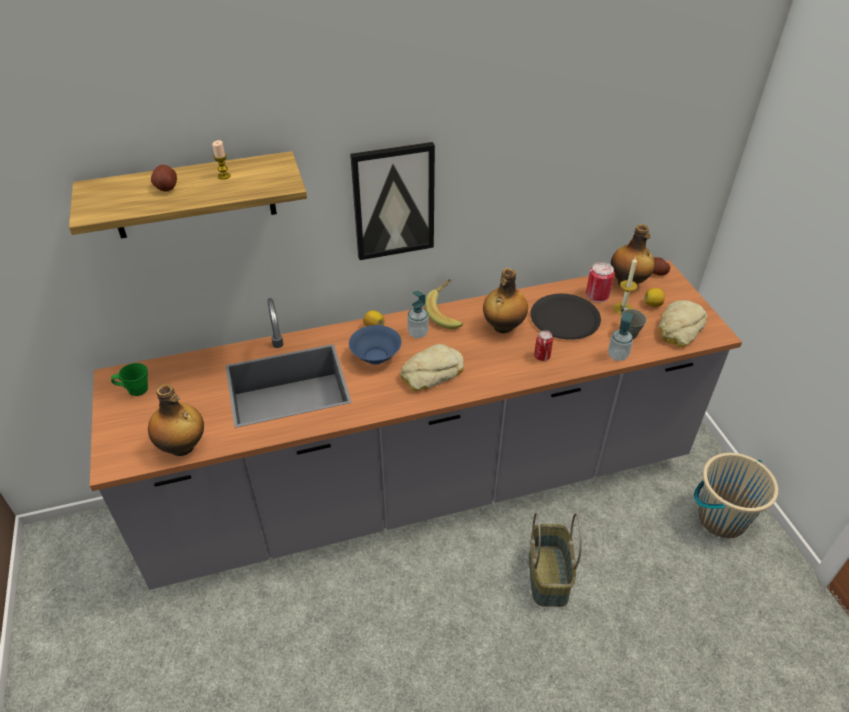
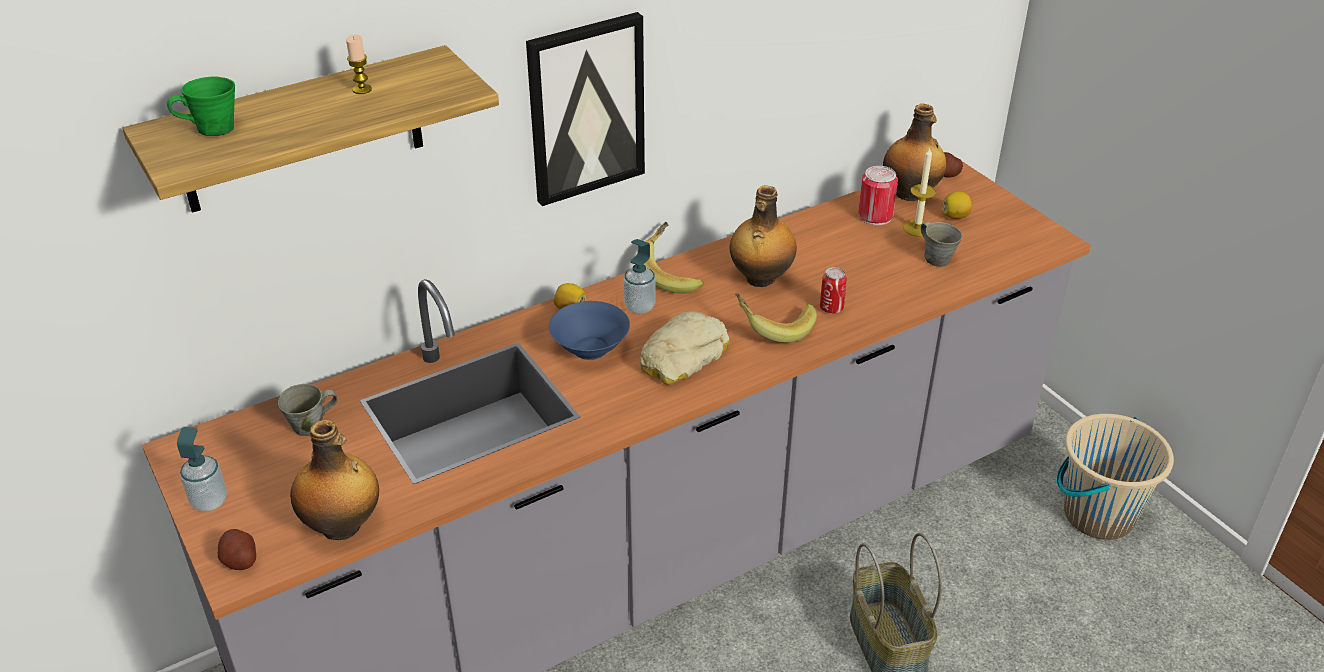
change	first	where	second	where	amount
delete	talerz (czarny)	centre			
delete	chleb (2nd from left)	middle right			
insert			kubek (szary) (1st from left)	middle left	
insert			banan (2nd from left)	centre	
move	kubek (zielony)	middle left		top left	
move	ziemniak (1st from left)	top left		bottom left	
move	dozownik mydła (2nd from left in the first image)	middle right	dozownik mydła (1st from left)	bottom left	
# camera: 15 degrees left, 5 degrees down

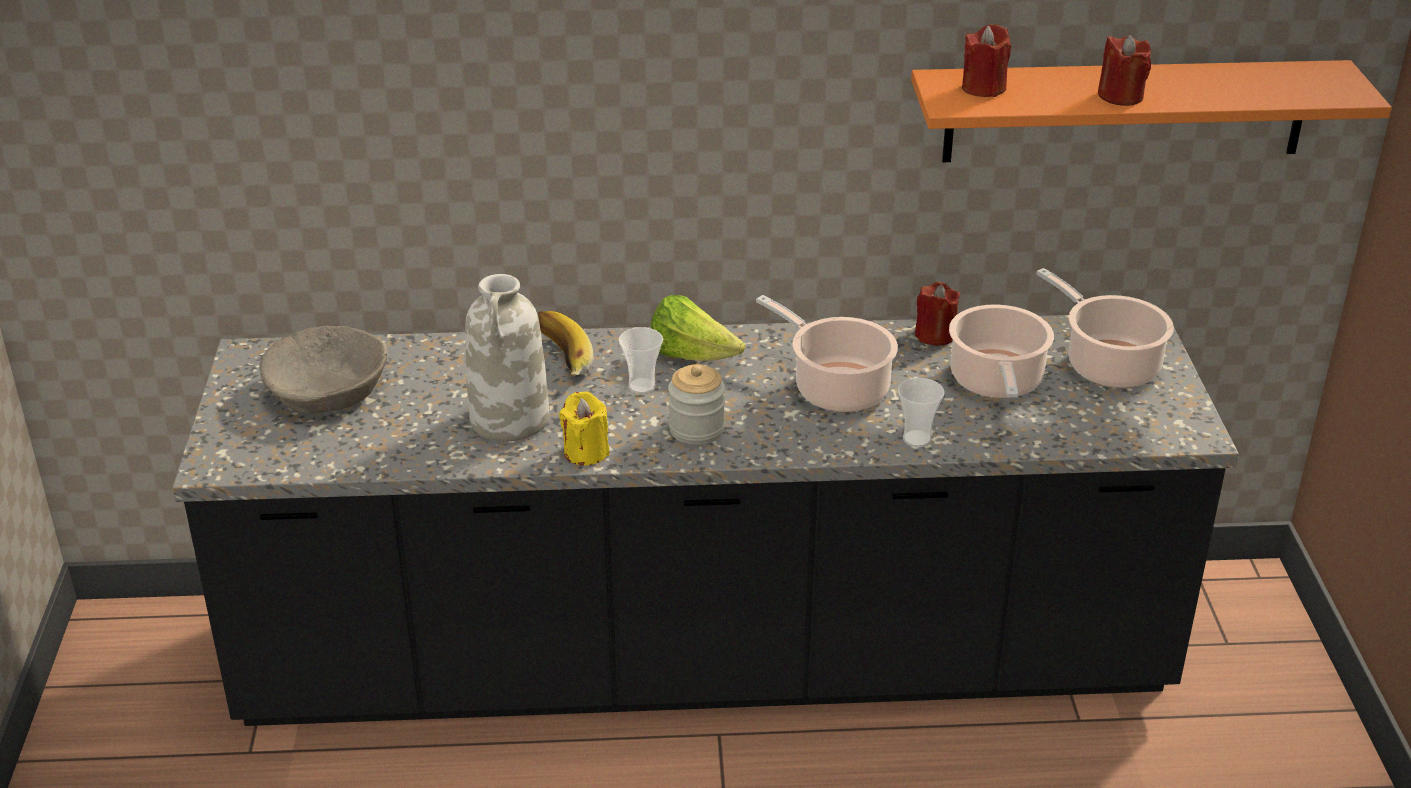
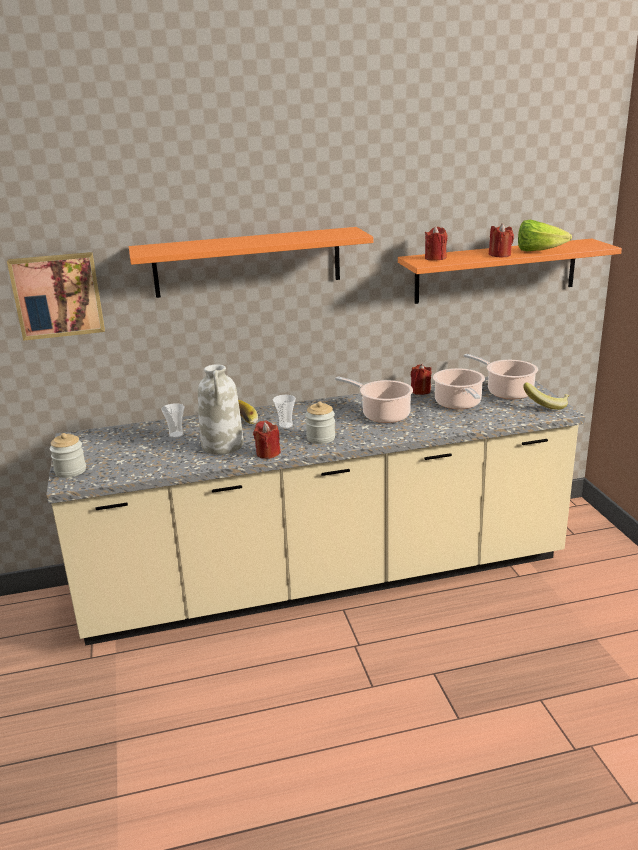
change	first	where	second	where	amount
delete	miska (beżowy)	middle left			
insert			obraz	middle left	
insert			słoik (1st from left)	middle left	
insert			półka (pomarańczowy) (1st from left)	top centre	
insert			banan (2nd from left)	middle right	
move	sałata	centre		top right	
move	filiżanka (2nd from left in the first image)	centre	filiżanka (1st from left)	middle left	
recolor	zabudowa kuchenna (czarny)	centre	zabudowa kuchenna (beżowy)	centre	
recolor	świeca (żółty)	centre	świeca (czerwony) (1st from left)	centre	
# camera: 10 degrees left, 10 degrees down

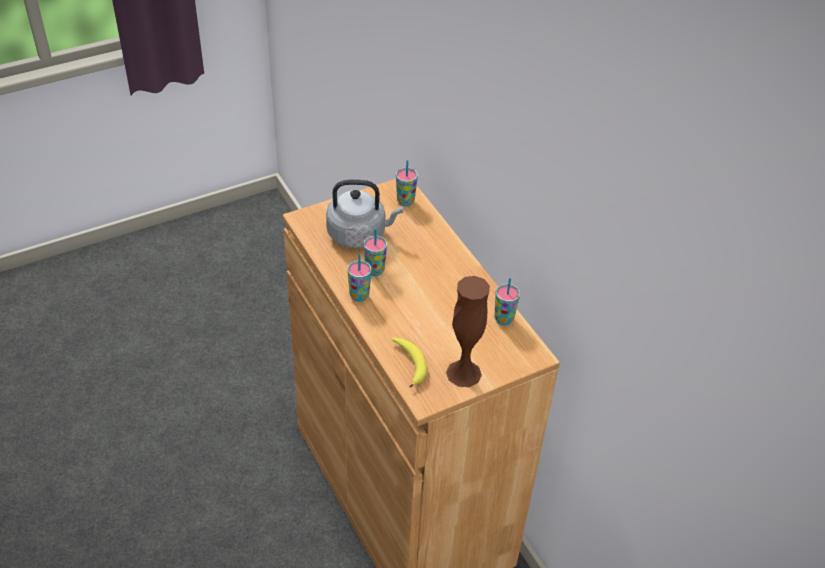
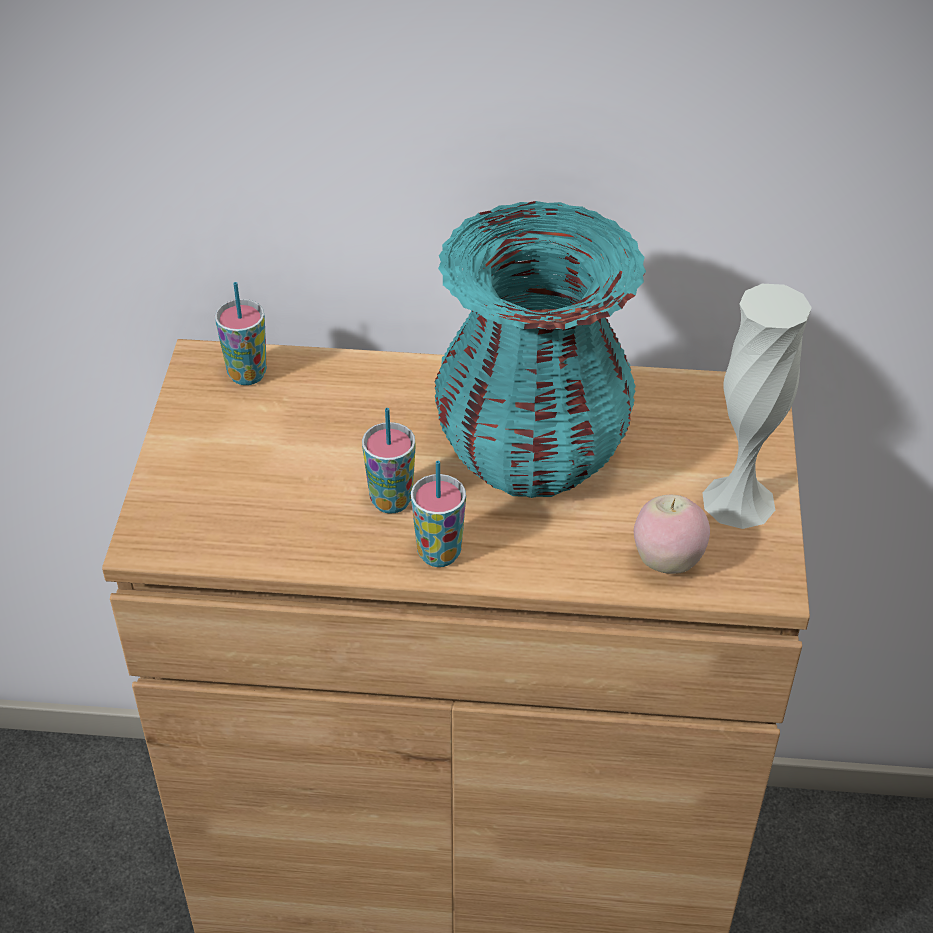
change	first	where	second	where	amount
delete	czajnik (szary)	centre			
delete	filiżanka (4th from left)	centre			
insert			wazon (turkusowy)	centre	
replace	banan	centre	jabłko	middle right	
recolor	wazon (brązowy)	centre	wazon (biały)	middle right	
# camera: 55 degrees left, 0 degrees up

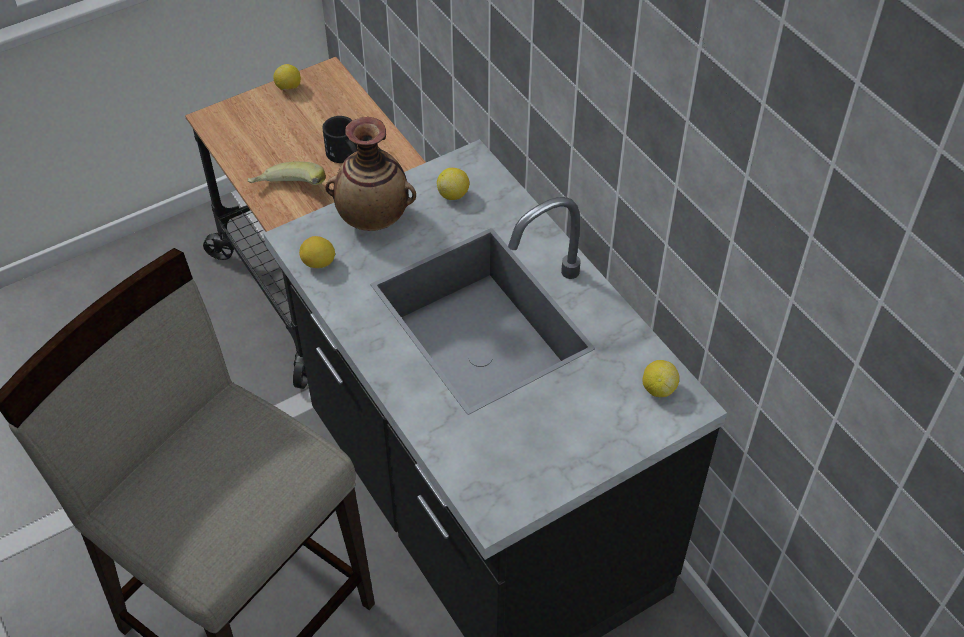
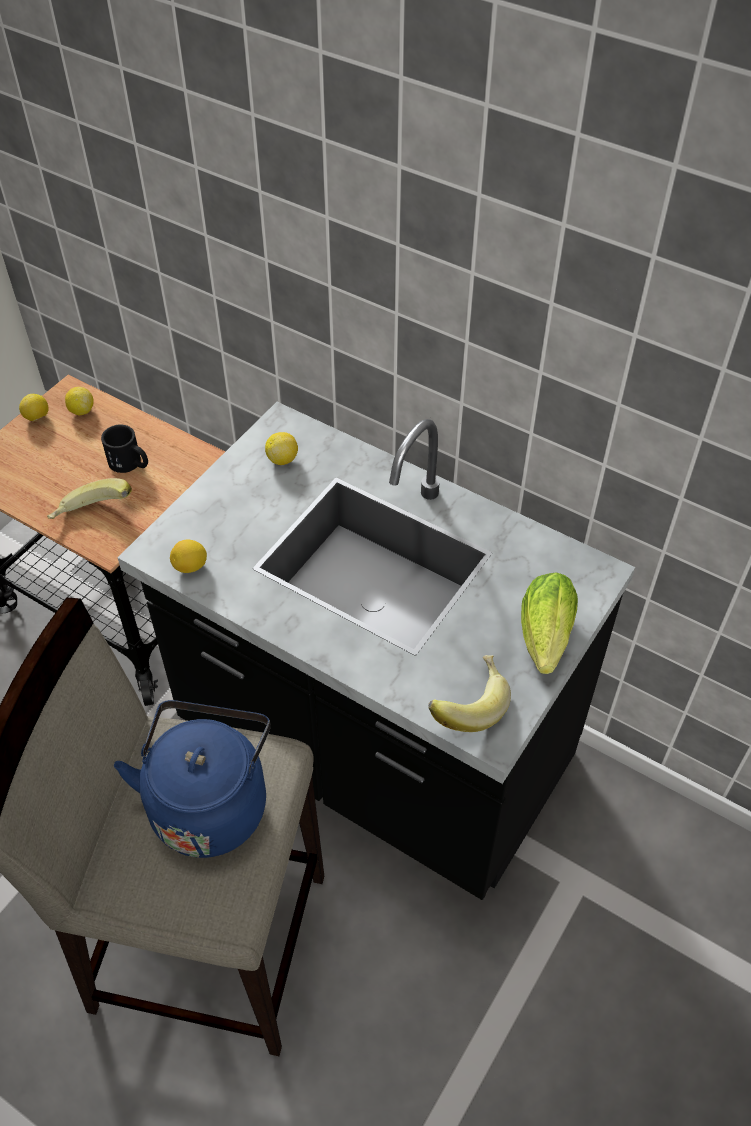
change	first	where	second	where	amount
delete	wazon	top centre			
insert			czajnik (niebieski)	bottom left	
insert			banan (2nd from left)	centre	
insert			sałata	middle right	
move	cytryna (4th from left in the first image)	middle right	cytryna (2nd from left)	middle left	
# camera: 25 degrees left, 0 degrees up

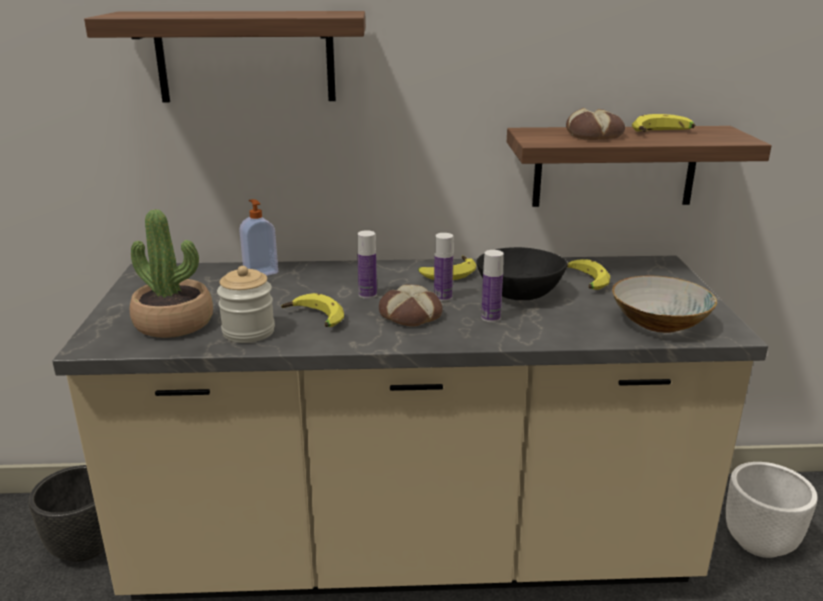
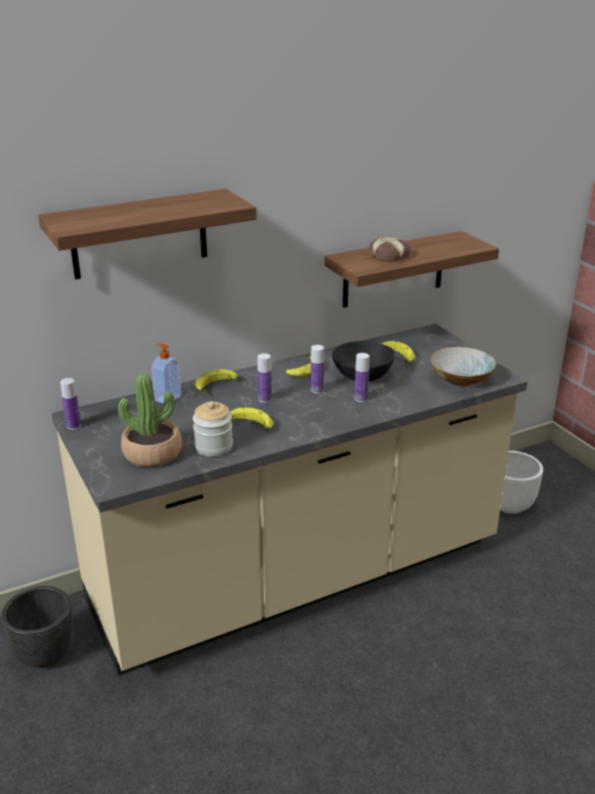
change	first	where	second	where	amount
delete	chleb (1st from left)	centre			
insert			butelka (1st from left)	middle left	
move	banan (4th from left in the first image)	top right	banan (1st from left)	centre	
# camera: 25 degrees left, 5 degrees up

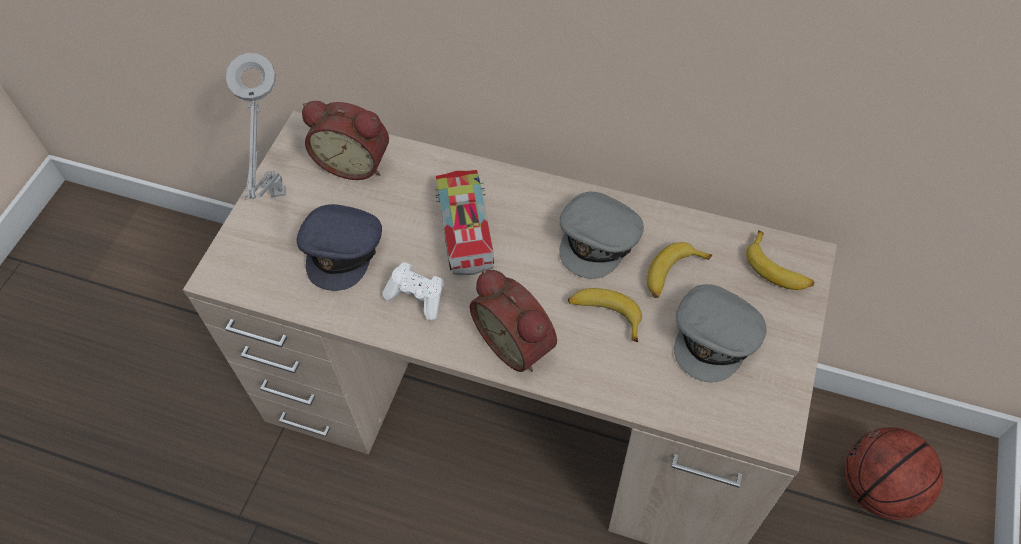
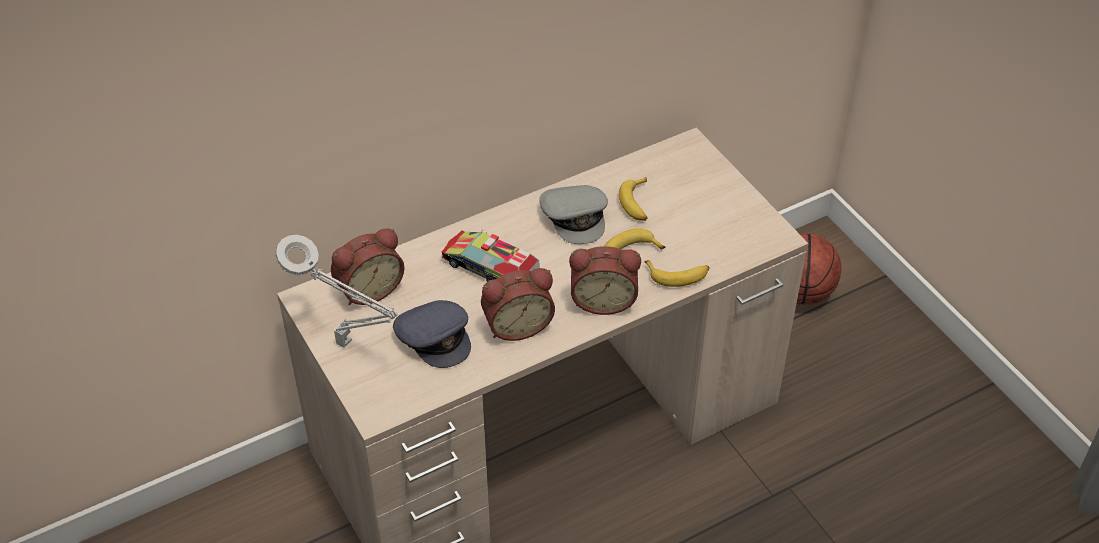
change	first	where	second	where	amount
delete	czapka z daszkiem (szary) (3rd from left)	middle right			
move	banan (3rd from left)	middle right		centre	
replace	pad do gier (biały)	centre	budzik (2nd from left)	centre	
# camera: 50 degrees left, 10 degrees down

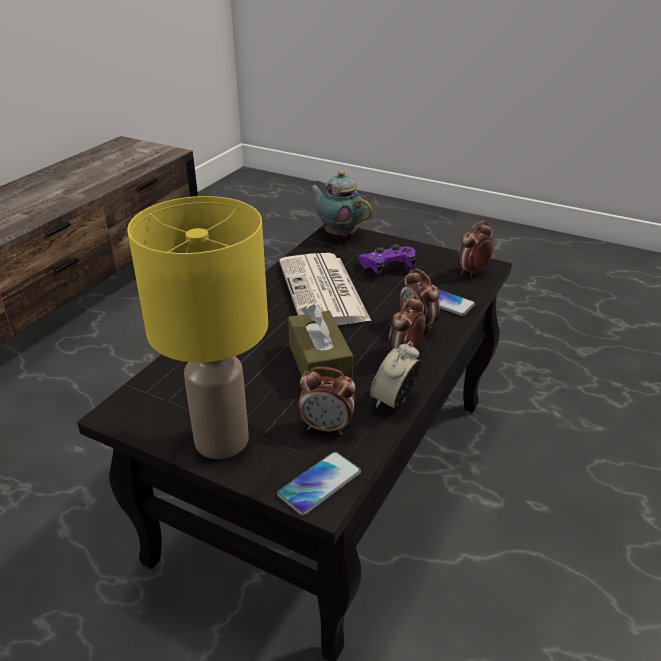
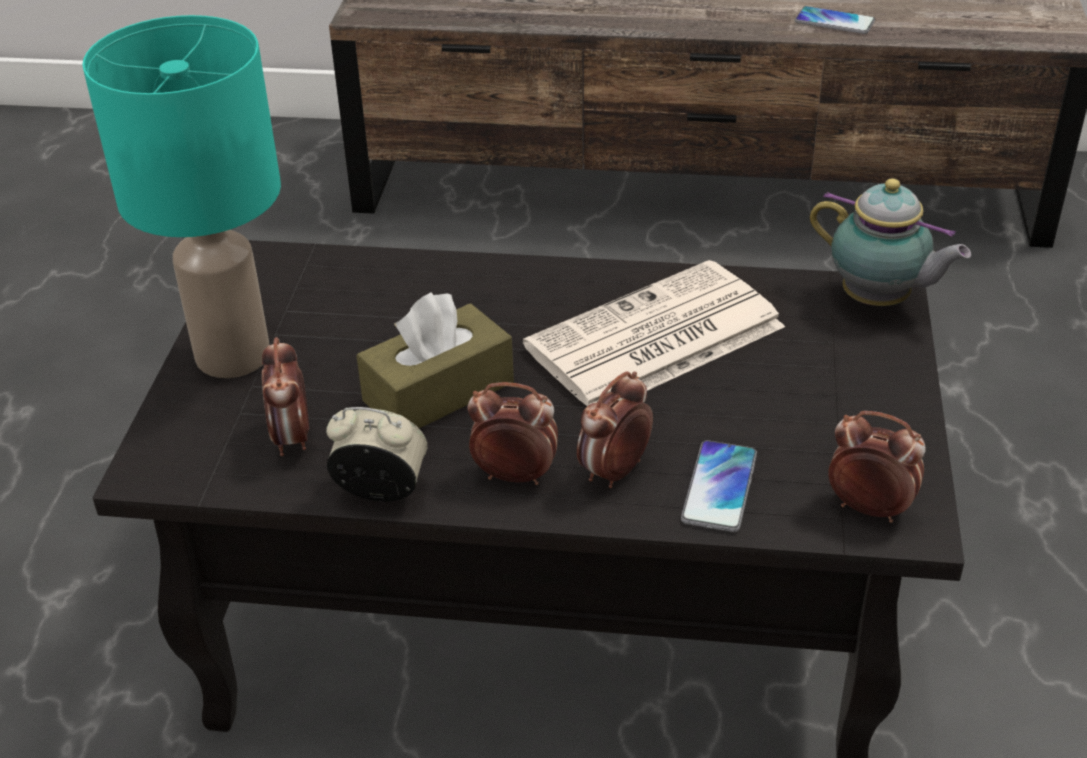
change	first	where	second	where	amount
delete	pad do gier (fioletowy)	centre			
move	telefon (1st from left in the first image)	bottom centre	telefon (2nd from left)	top right	
recolor	lampa stołowa (żółty)	middle left	lampa stołowa (turkusowy)	top left	
rotate	imbryk	top centre		top right	105 degrees clockwise
# camera: 70 degrees right, 5 degrees up

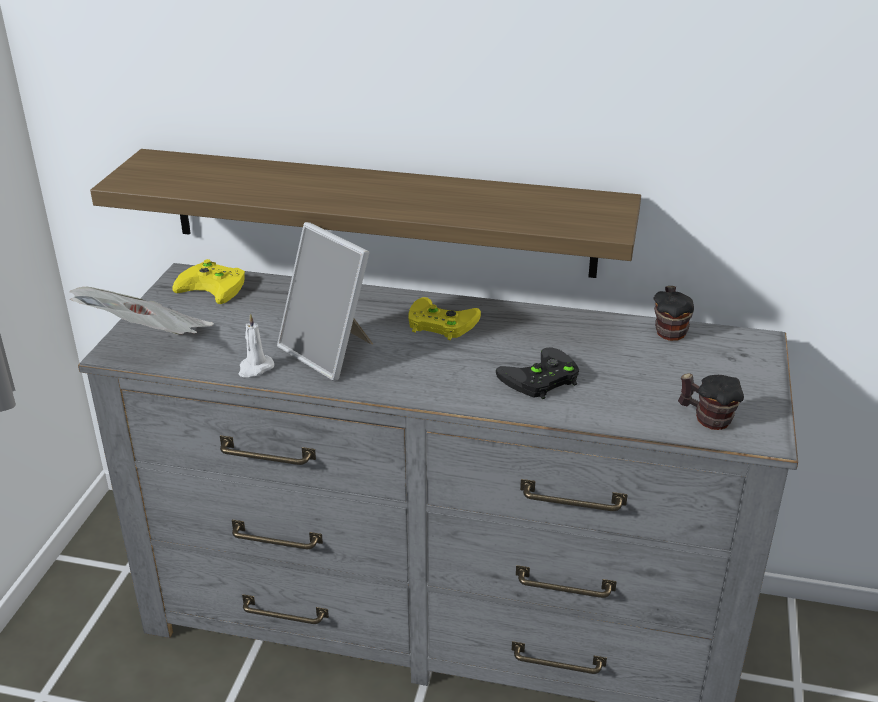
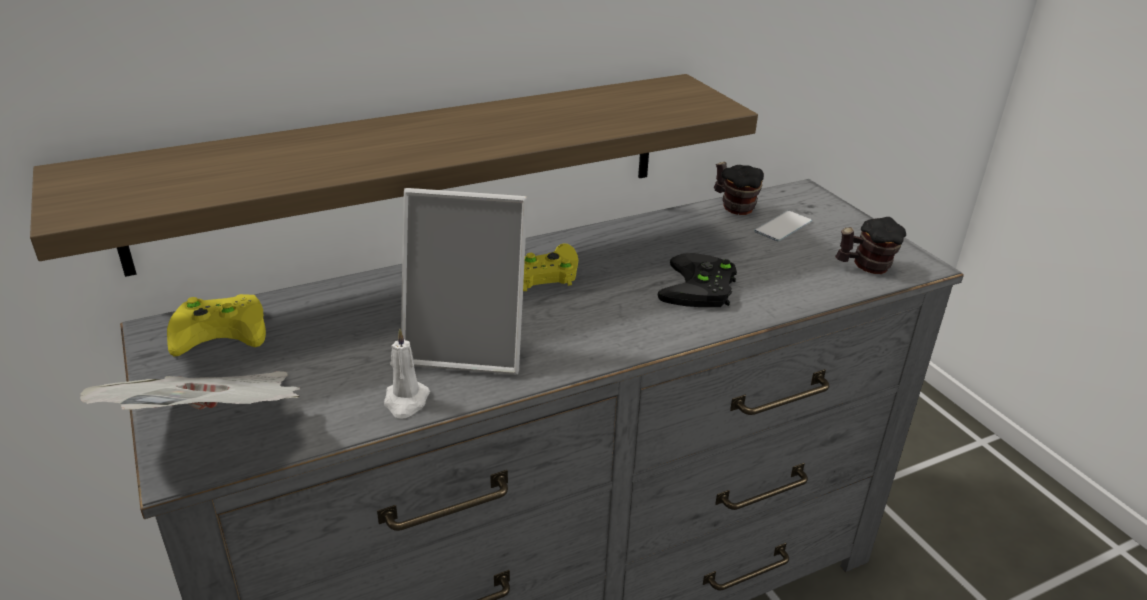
change	first	where	second	where	amount
insert			telefon	middle right	
# camera: 40 degrees left, 0 degrees up

